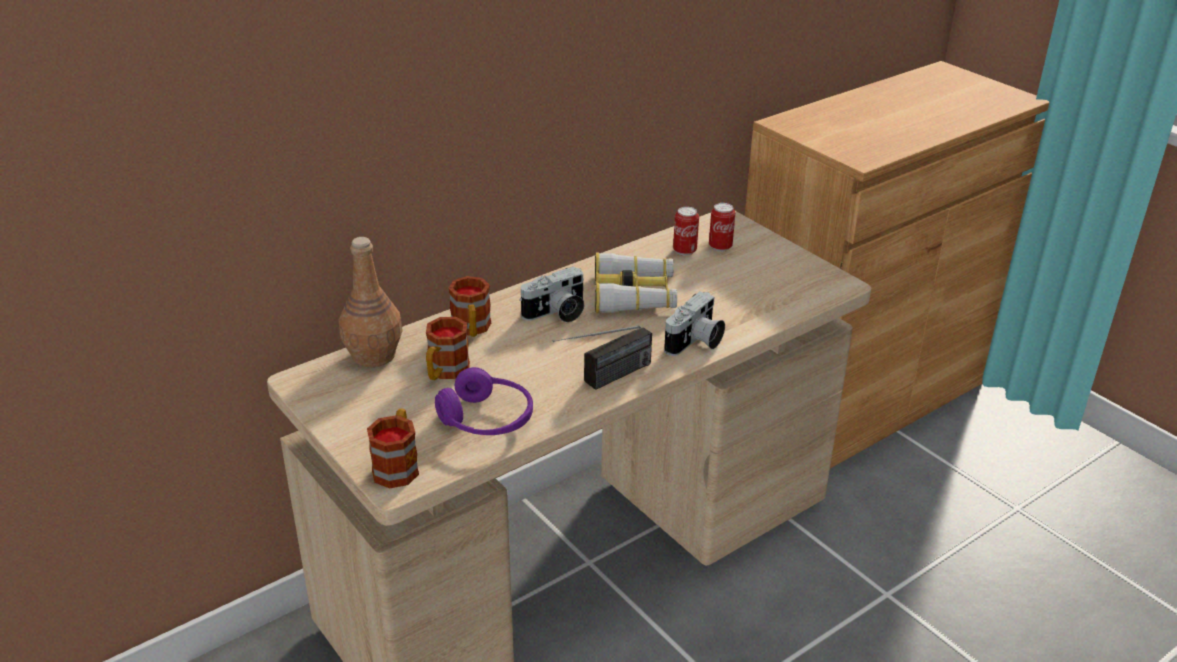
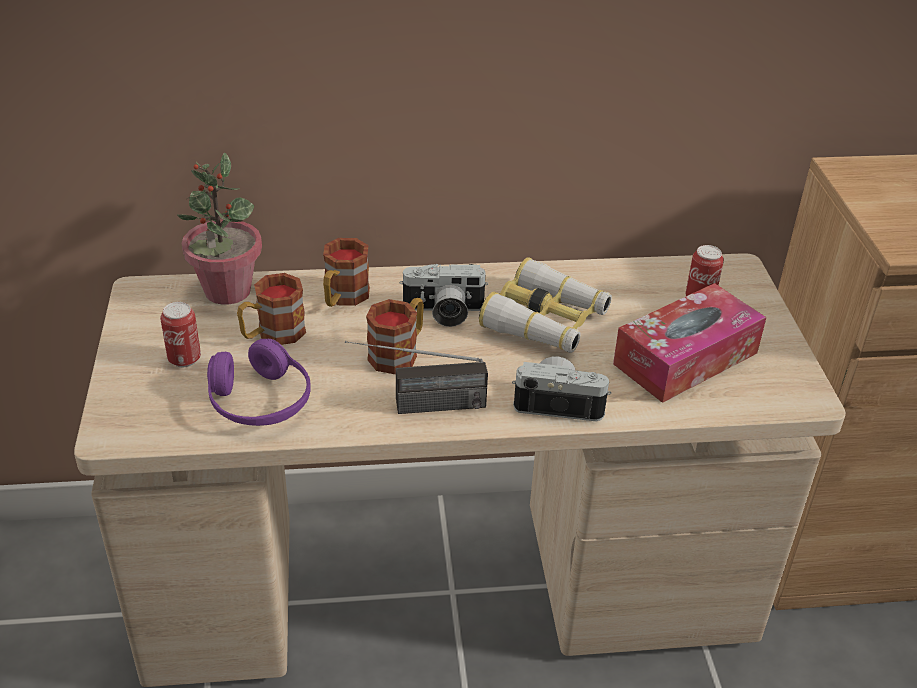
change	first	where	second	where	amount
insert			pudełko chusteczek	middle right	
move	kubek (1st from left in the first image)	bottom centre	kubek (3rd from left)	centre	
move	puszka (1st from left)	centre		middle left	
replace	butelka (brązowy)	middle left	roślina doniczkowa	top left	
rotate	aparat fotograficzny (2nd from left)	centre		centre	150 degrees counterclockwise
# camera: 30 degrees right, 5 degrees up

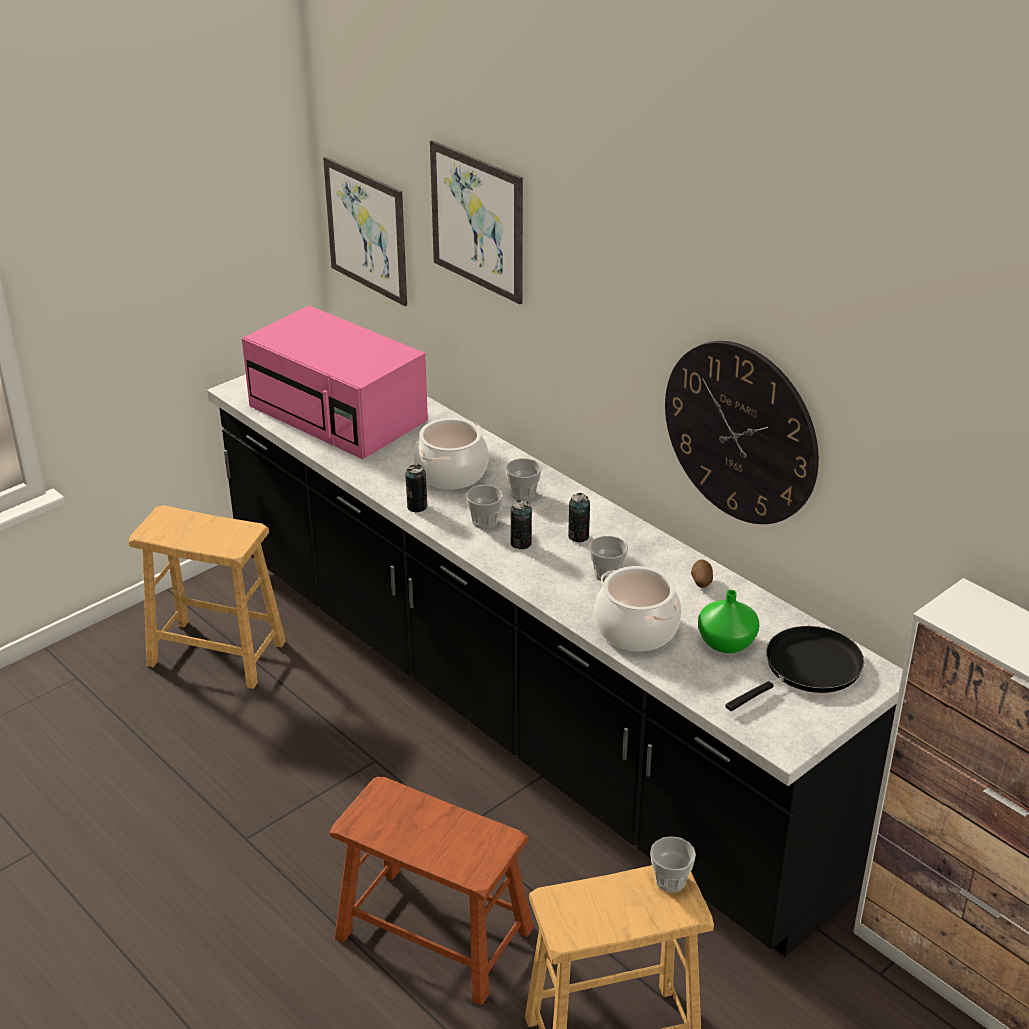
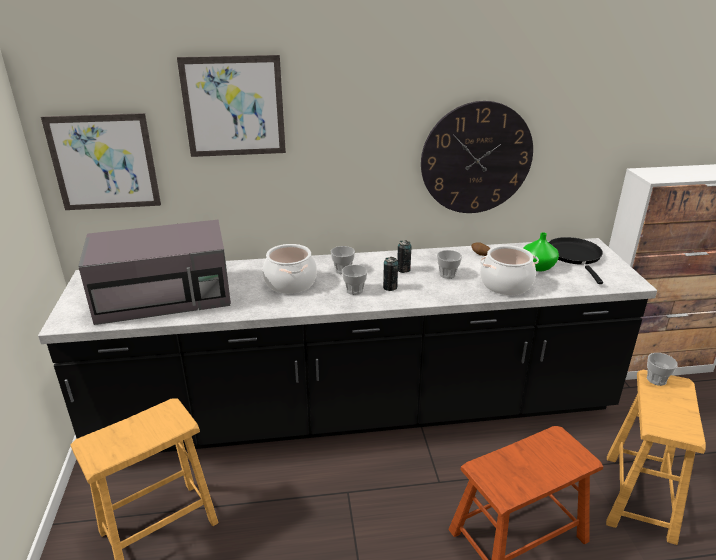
change	first	where	second	where	amount
delete	puszka (1st from left)	centre			
recolor	mikrofalówka (różowy)	middle left	mikrofalówka (szary)	middle left	
# camera: 55 degrees left, 5 degrees down

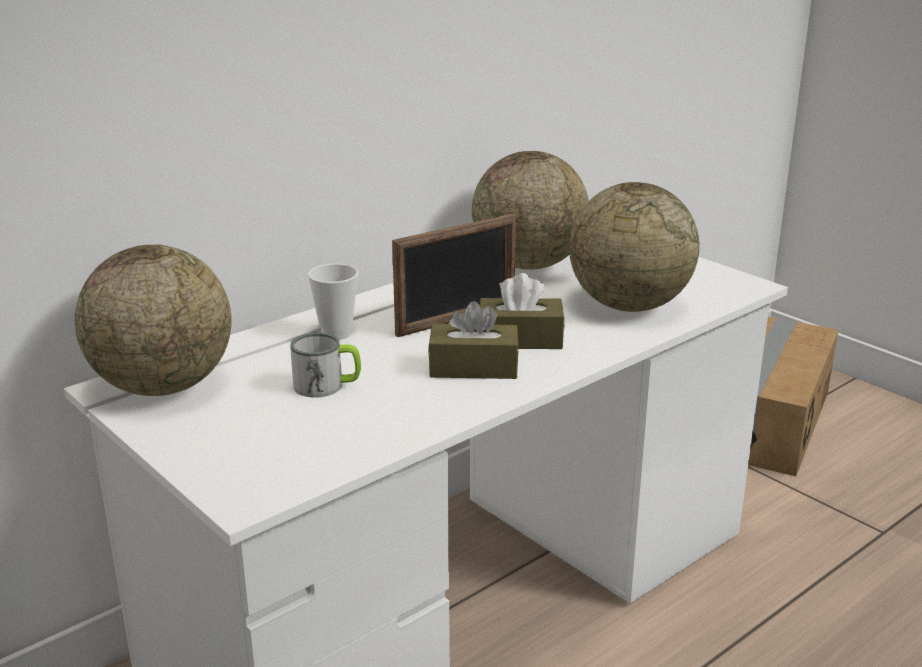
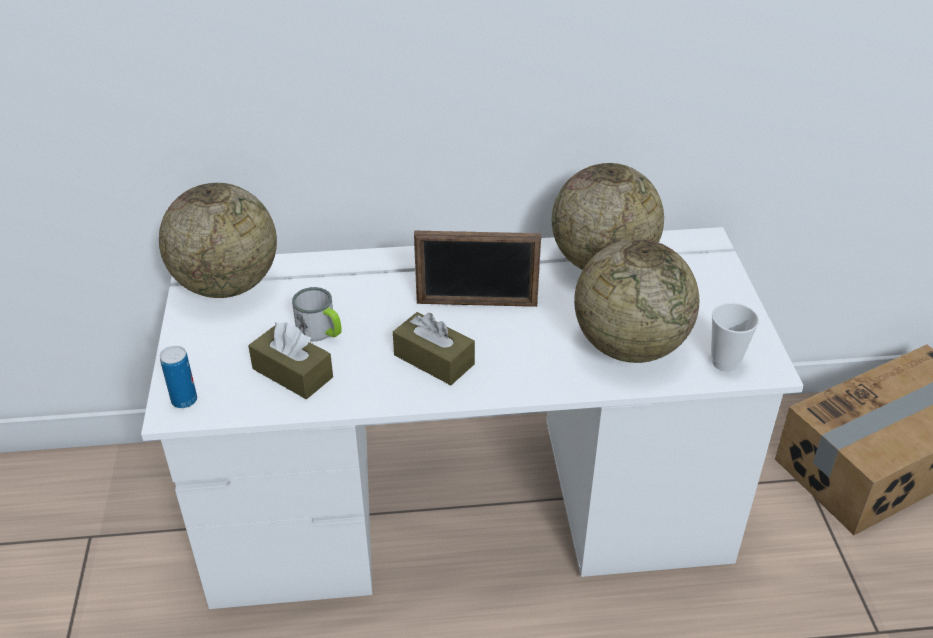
change	first	where	second	where	amount
insert			puszka	middle left	
move	filiżanka	centre		middle right	
move	pudełko chusteczek (brązowy) (2nd from left in the first image)	centre	pudełko chusteczek (brązowy) (1st from left)	middle left	
# camera: 35 degrees right, 15 degrees up

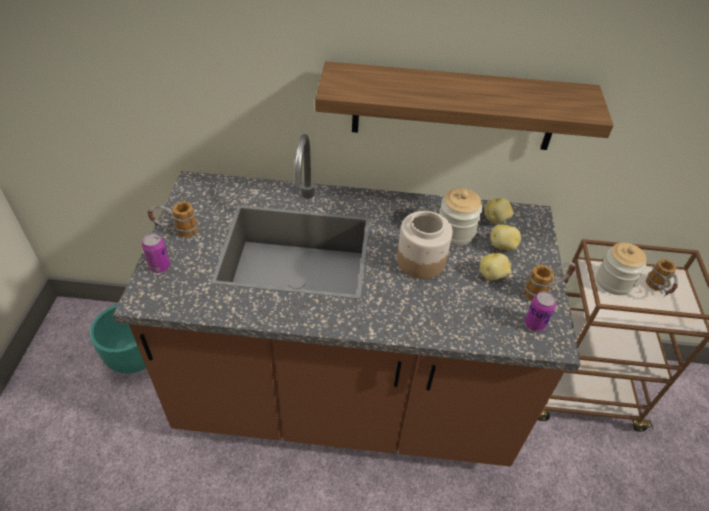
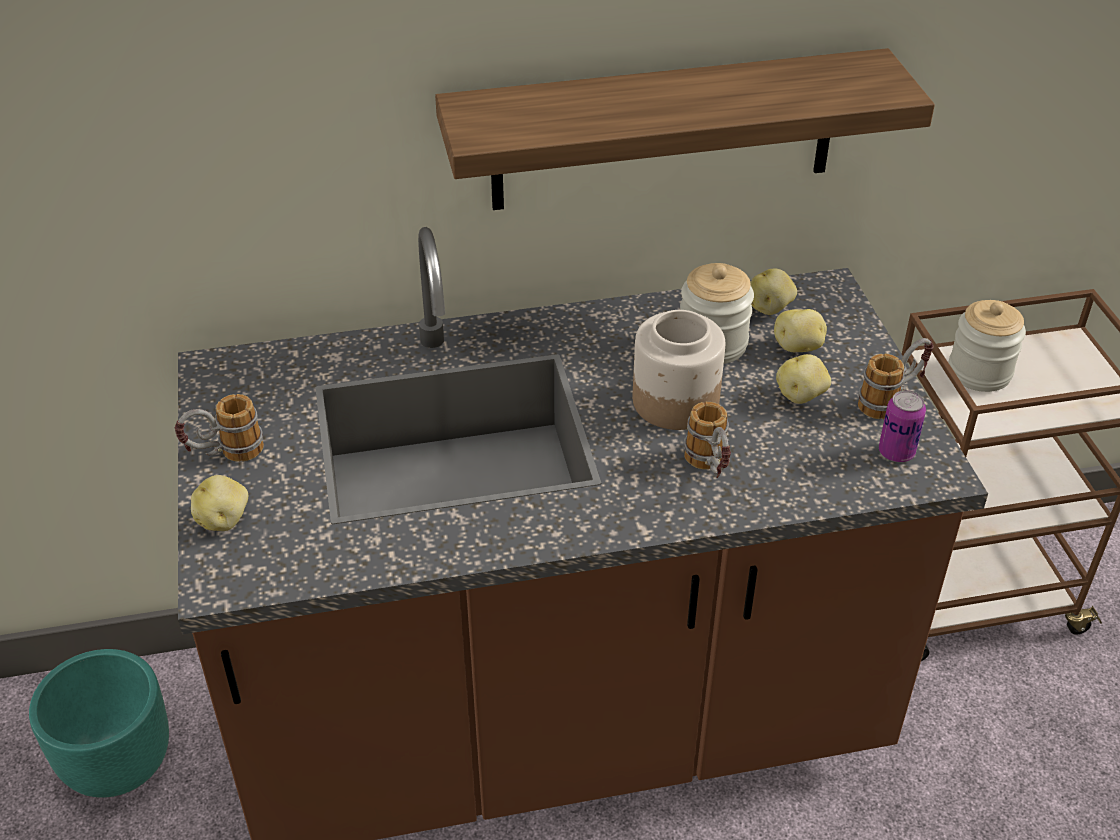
change	first	where	second	where	amount
move	kubek (3rd from left in the first image)	middle right	kubek (2nd from left)	centre	
replace	puszka (1st from left)	middle left	ziemniak (1st from left)	middle left	
# camera: 15 degrees left, 5 degrees down

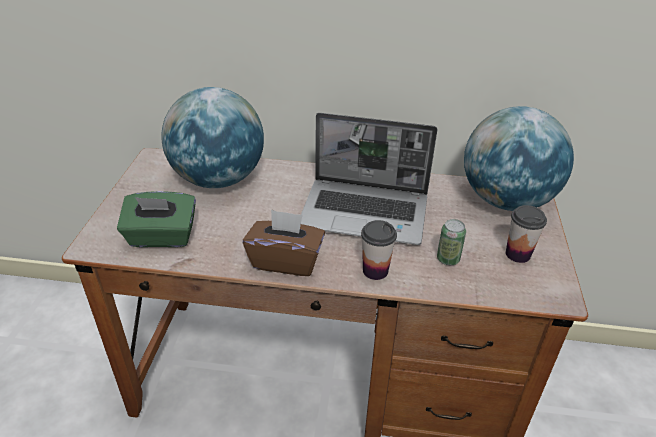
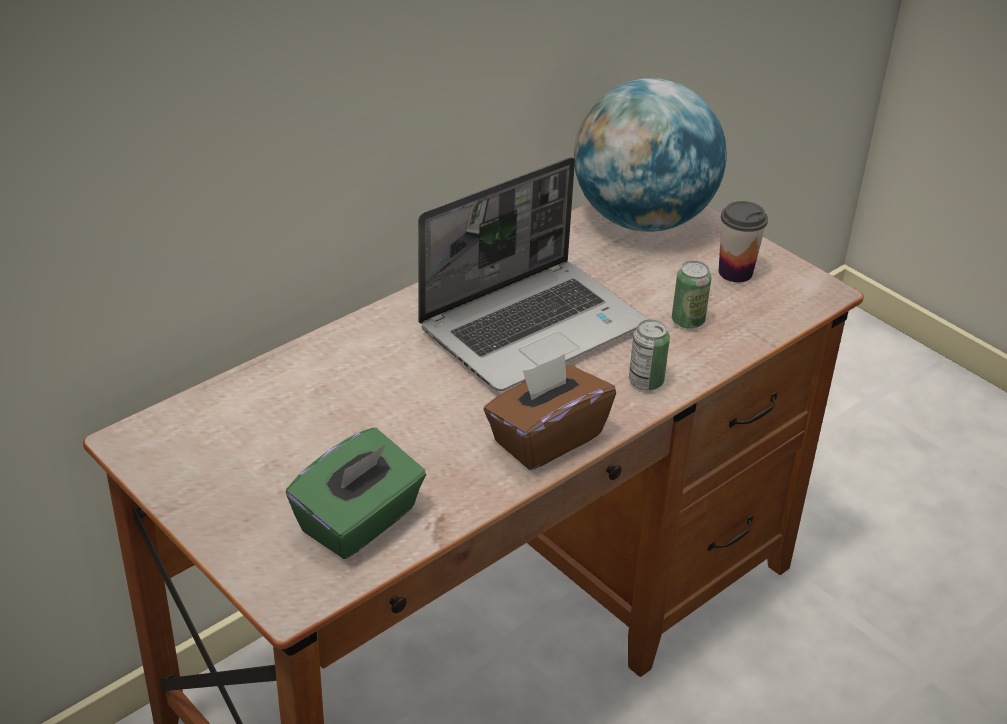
change	first	where	second	where	amount
delete	globus (1st from left)	top left			
replace	filiżanka (1st from left)	centre	puszka (1st from left)	centre	
# camera: 50 degrees left, 0 degrees up

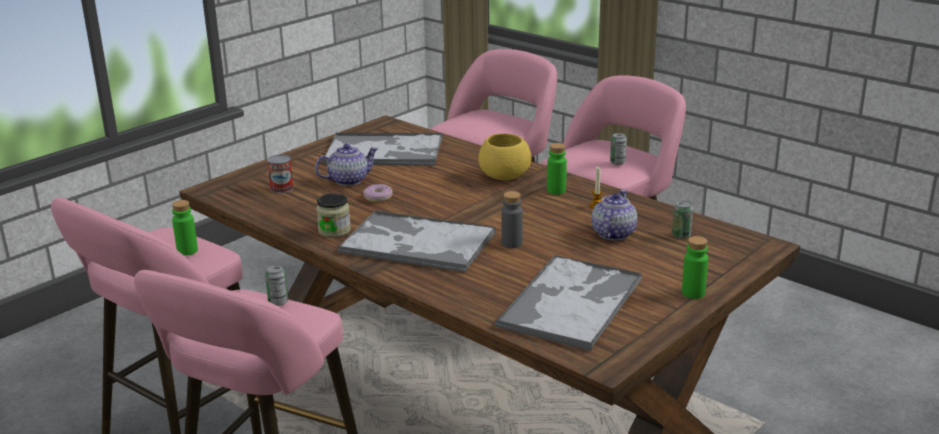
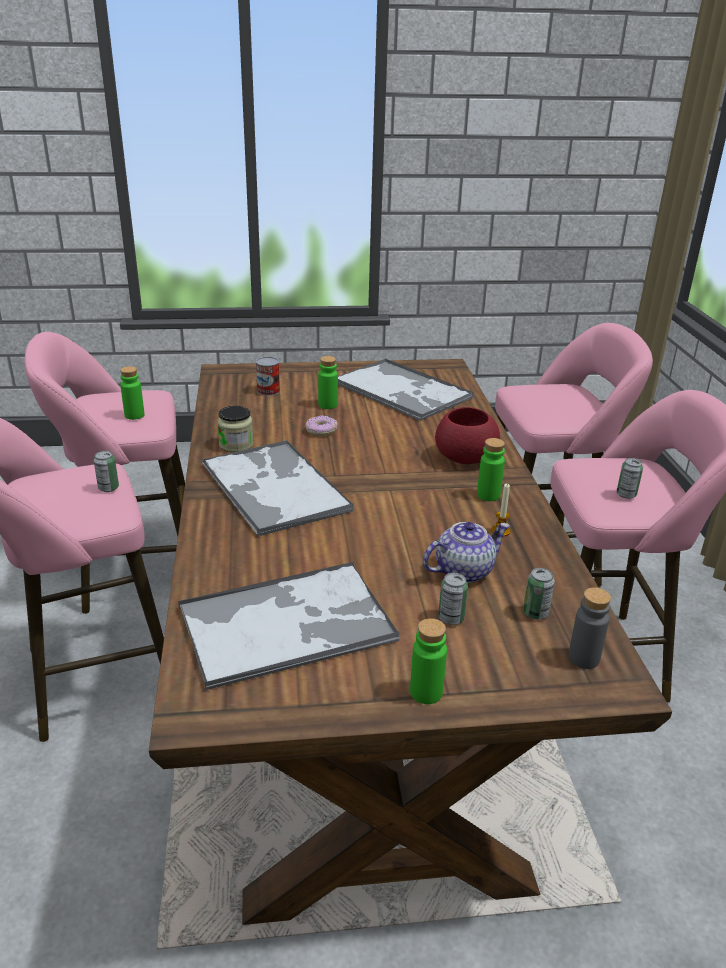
change	first	where	second	where	amount
insert			puszka (3rd from left)	centre	
move	butelka (szary)	centre		middle right	
replace	imbryk (1st from left)	centre	butelka (zielony) (2nd from left)	centre	
recolor	miska (żółty)	centre	miska (czerwony)	centre	
# camera: 40 degrees right, 5 degrees up

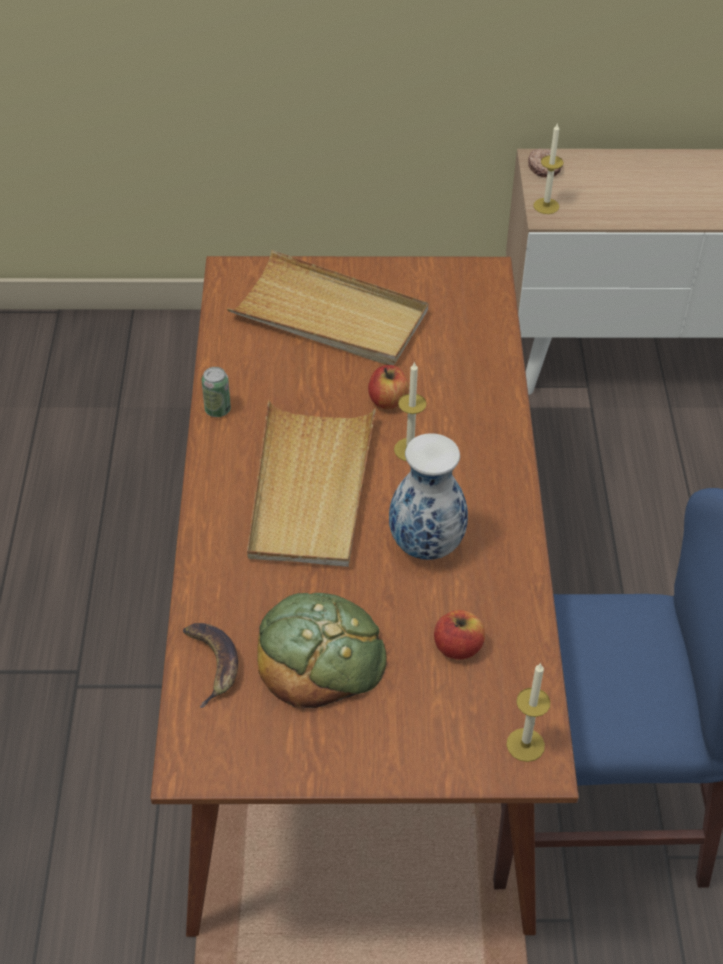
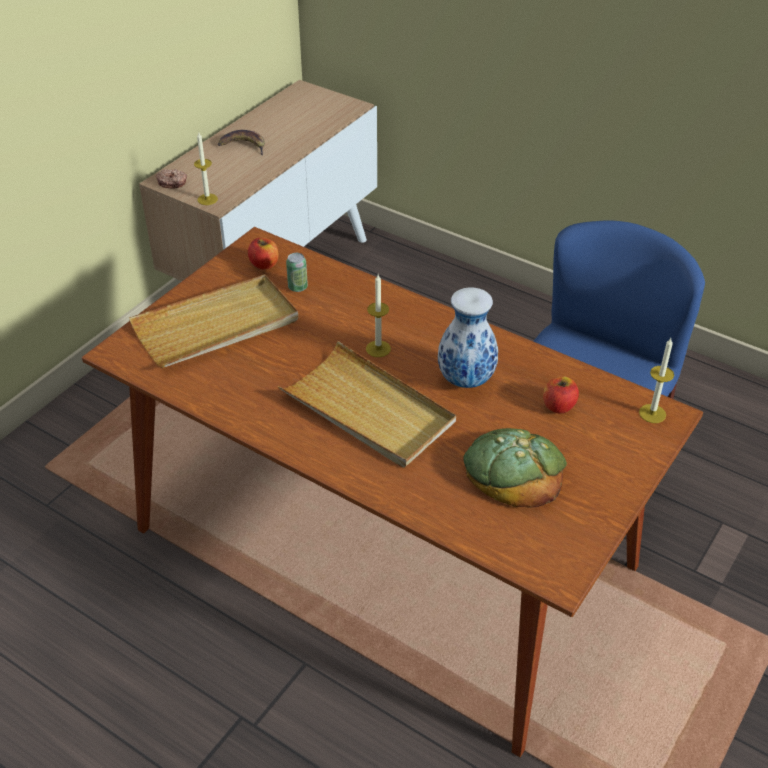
change	first	where	second	where	amount
move	banan	bottom left		top left	
move	puszka	middle left		centre	
move	jabłko (1st from left)	centre		top centre	
# camera: 55 degrees left, 5 degrees down

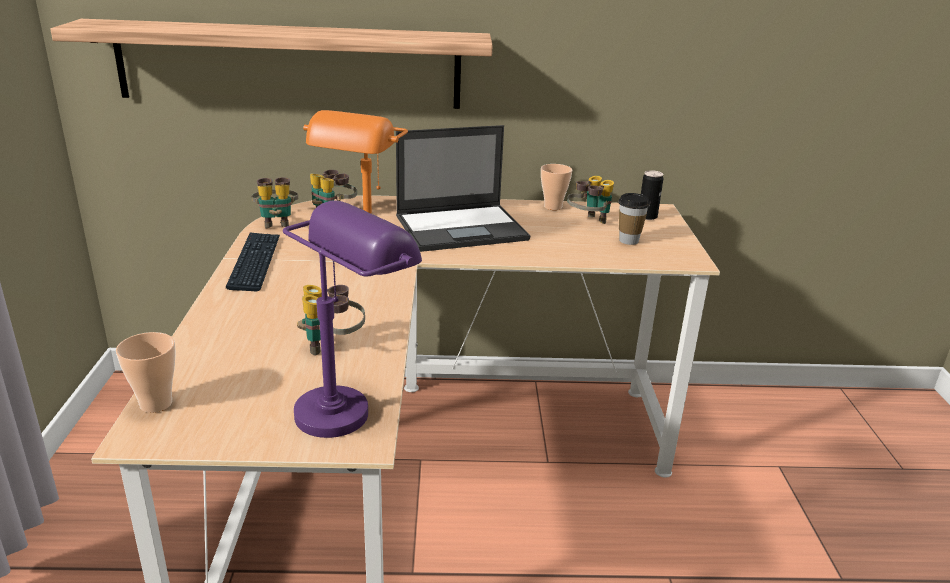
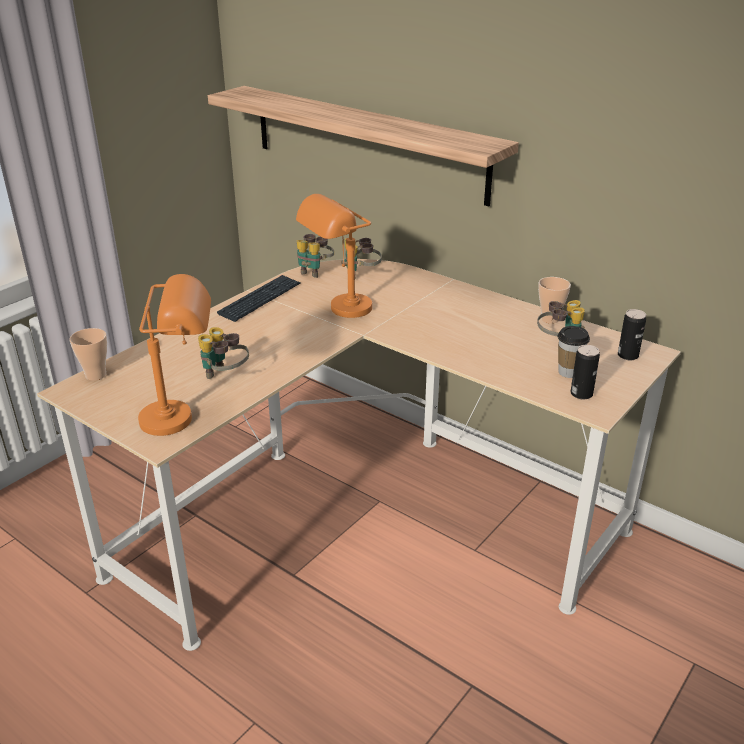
change	first	where	second	where	amount
delete	laptop	top centre			
insert			puszka (1st from left)	middle right	
recolor	lampa stołowa (fioletowy)	centre	lampa stołowa (pomarańczowy) (1st from left)	middle left	
# camera: 40 degrees right, 5 degrees up

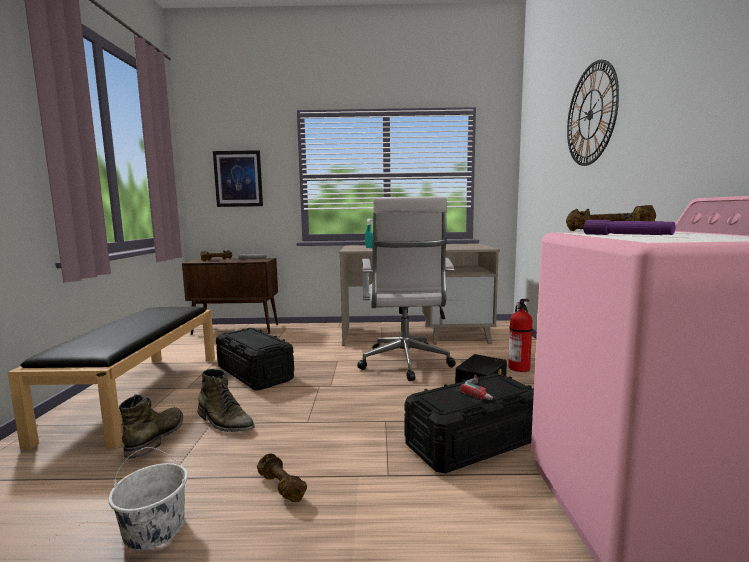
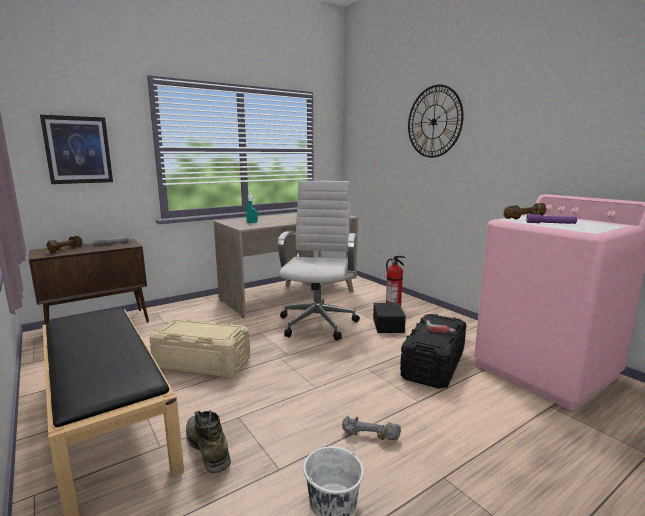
change	first	where	second	where	amount
delete	but z cholewką (zielony) (2nd from left)	bottom left			
recolor	pojemnik do przechowywania (czarny) (1st from left)	centre	pojemnik do przechowywania (beżowy)	bottom left	
recolor	hantel (brązowy) (2nd from left)	bottom centre	hantel (szary)	bottom centre	
rotate	krzesło biurowe (biały)	centre		centre	135 degrees counterclockwise
# camera: 35 degrees left, 5 degrees up

